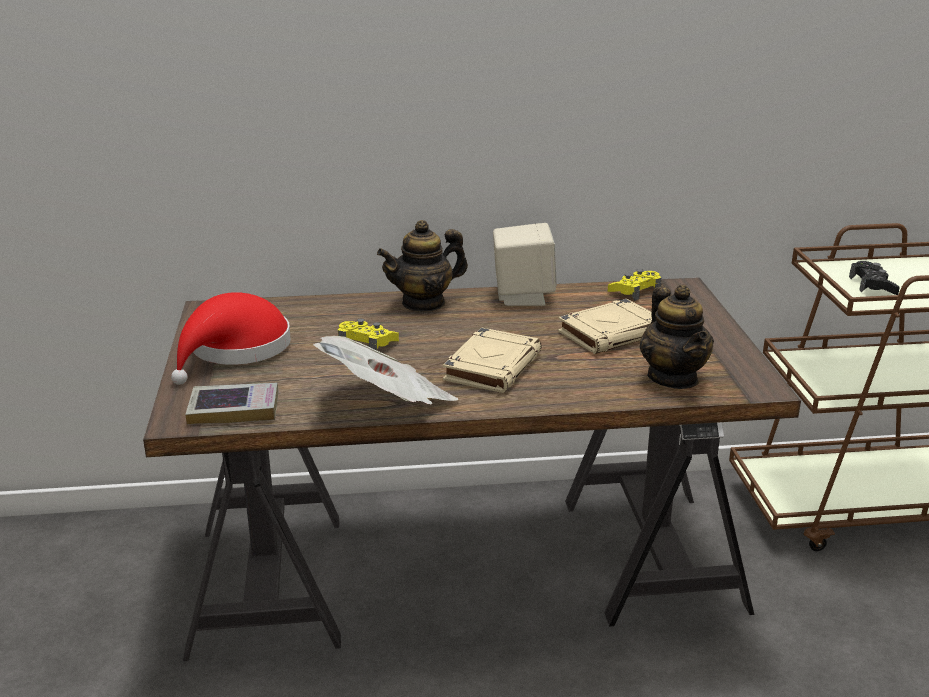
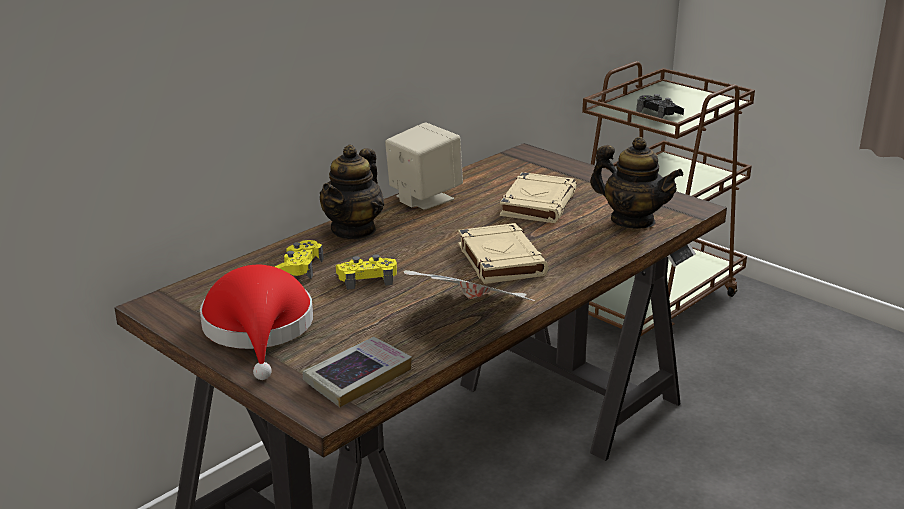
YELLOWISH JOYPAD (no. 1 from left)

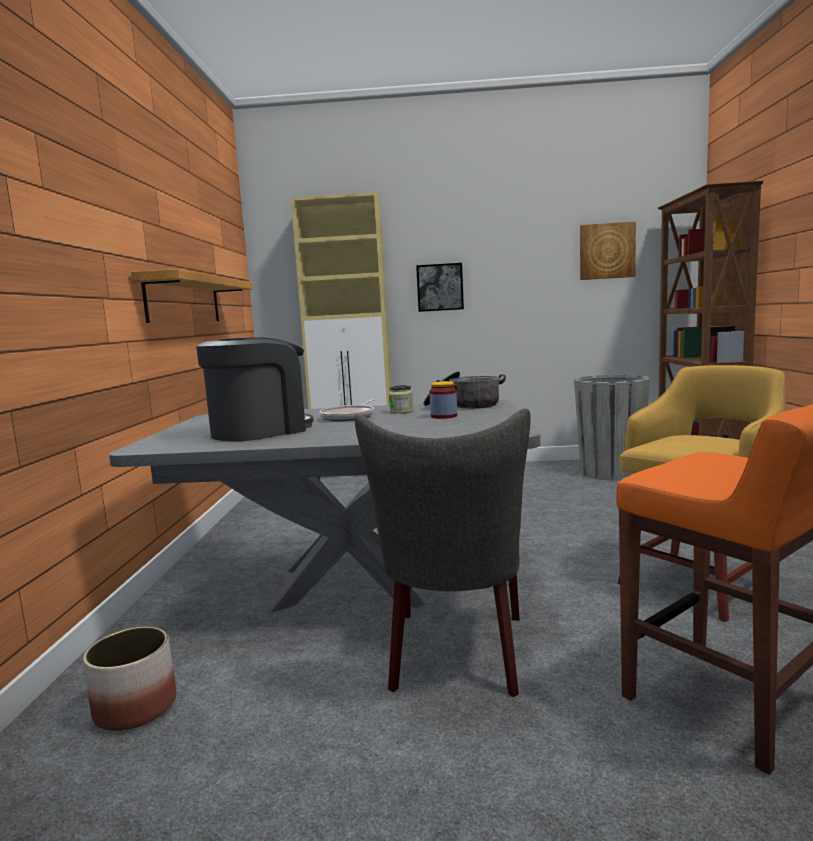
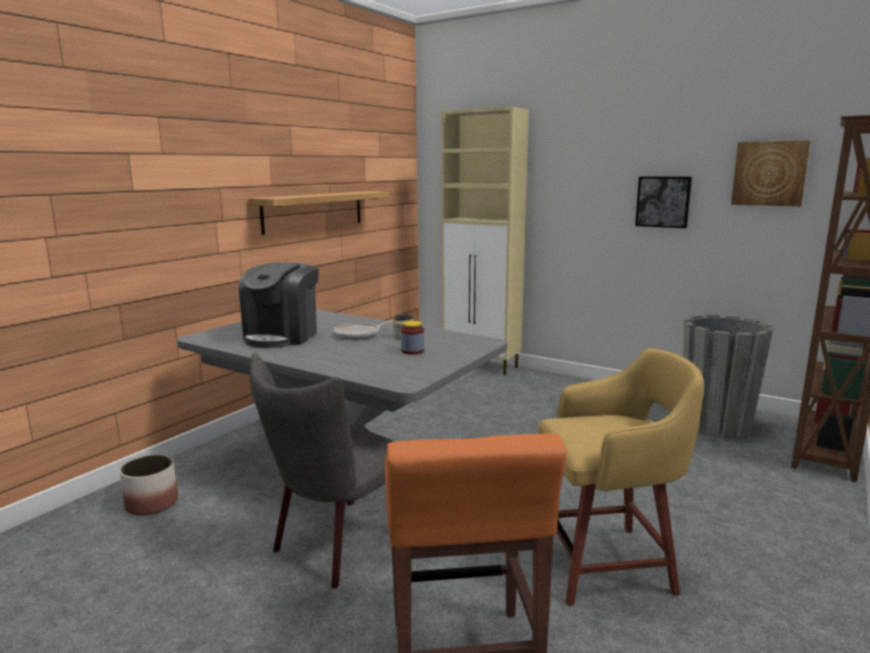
COFFEE MACHINE; WALL PICTURE (no. 1 from left); SAUCEPOT

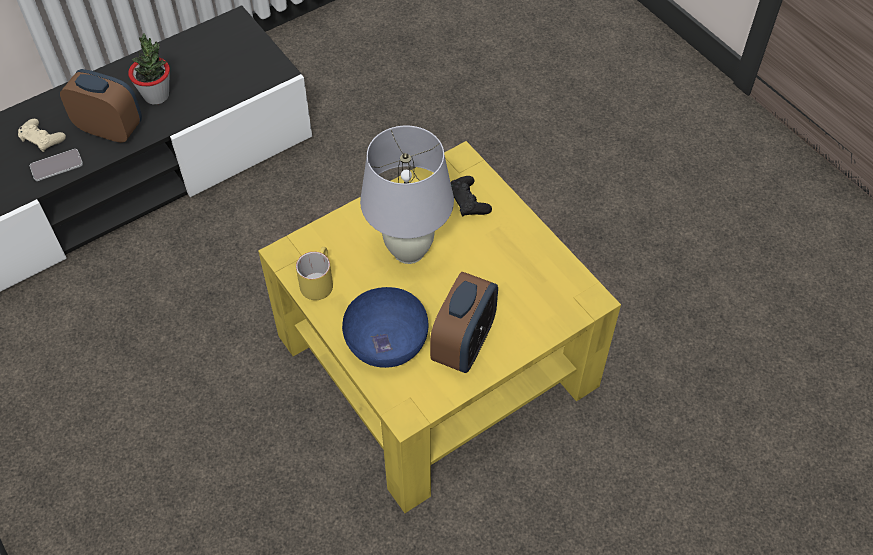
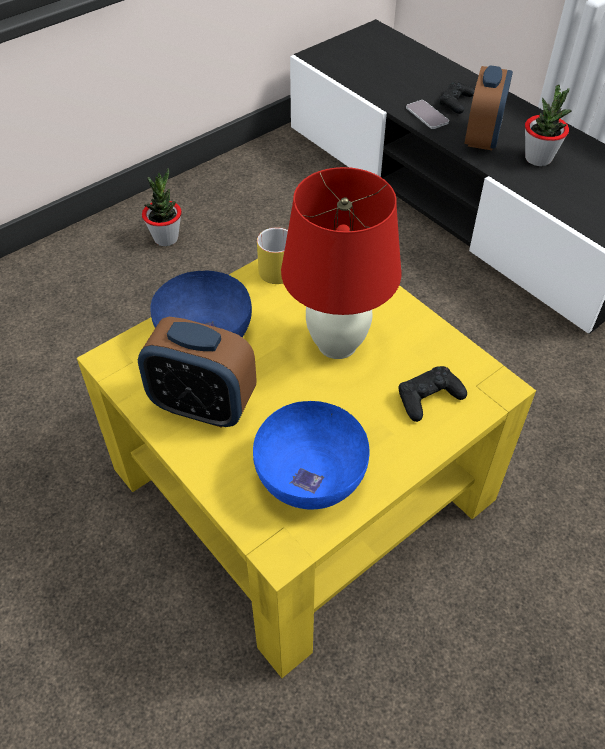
HOUSEPLANT (no. 1 from left); BLUISH DEEP DISH (no. 2 from left); RED TABLE LAMP; BLACK-COLOURED JOYPAD (no. 2 from left)

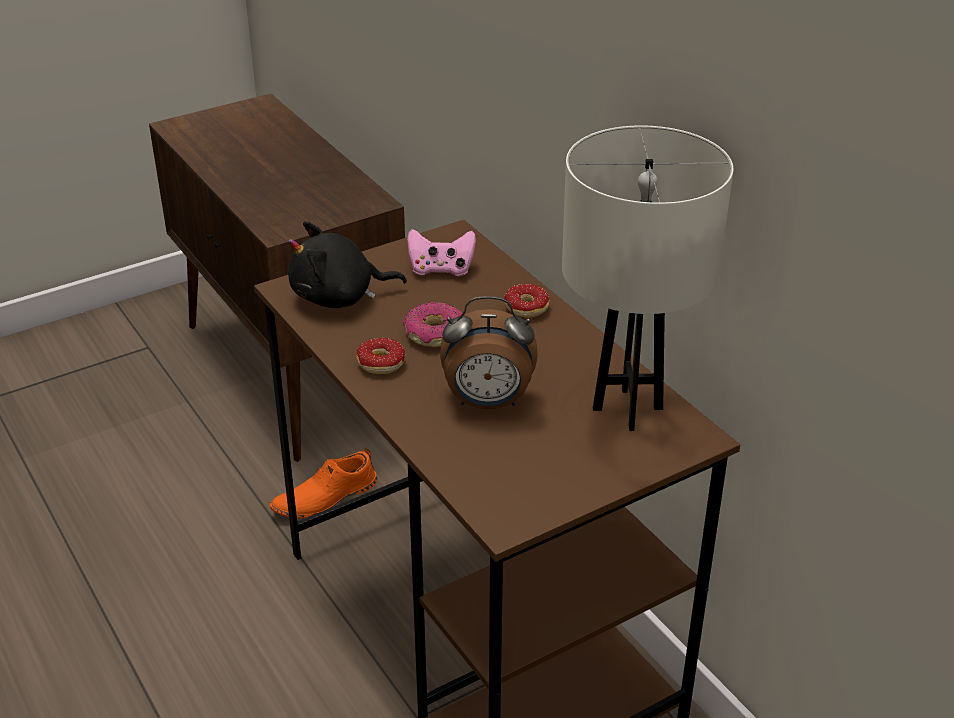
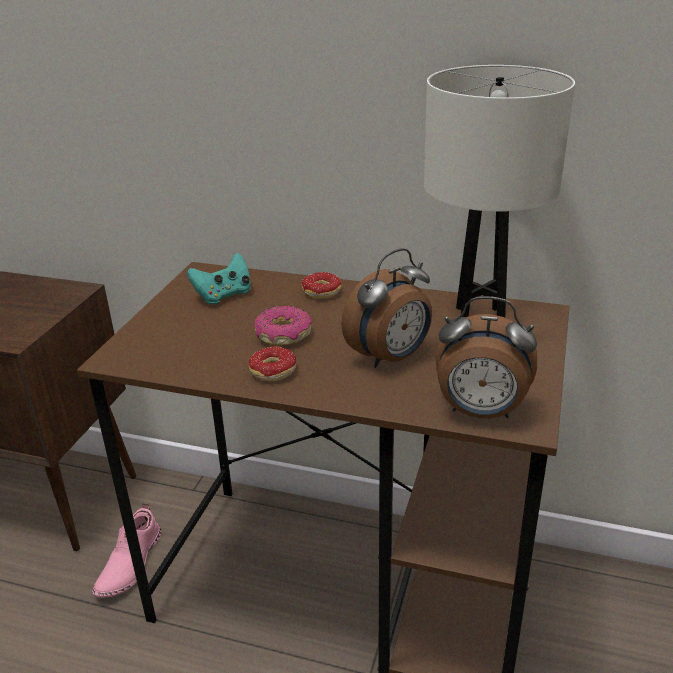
PINK LOW SHOE; TURQUOISE-COLOURED JOYPAD; TABLE CLOCK (no. 2 from left); BLACK-COLOURED PLUSH TOY

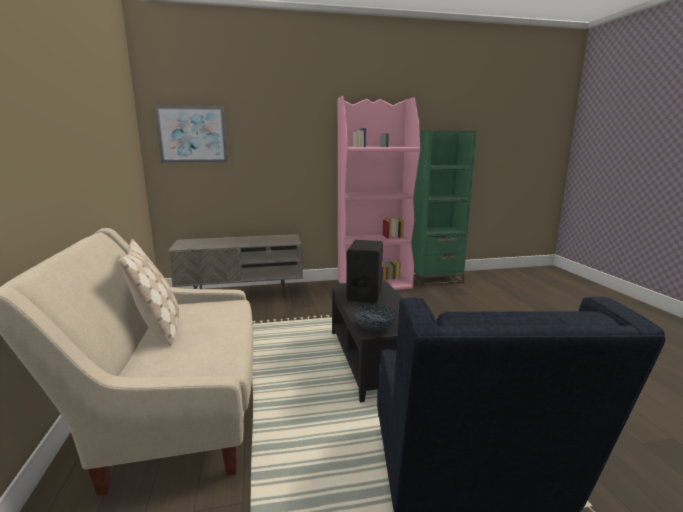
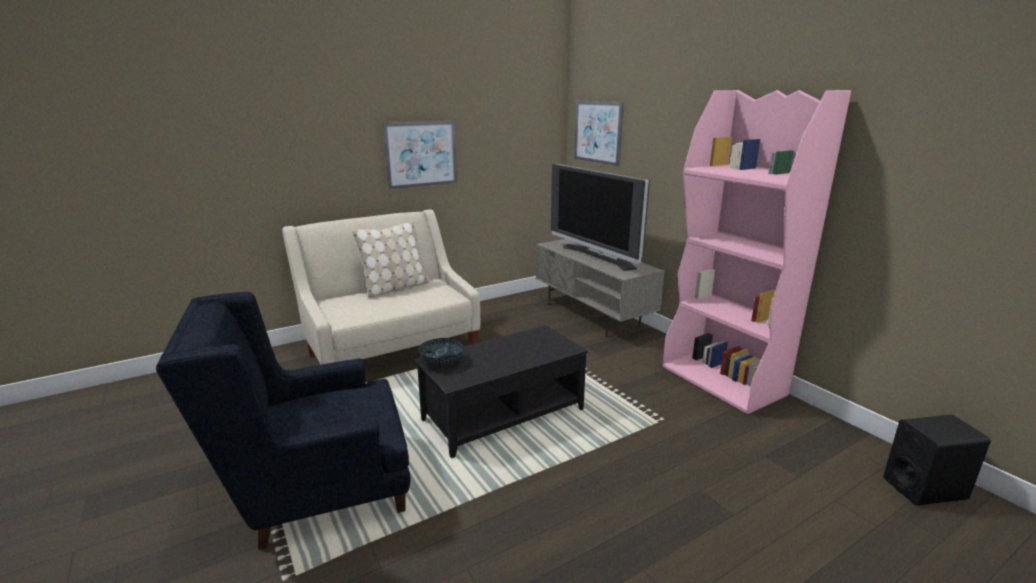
WALL PICTURE (no. 1 from left); TV; BLACK-COLOURED LOUDSPEAKER; GREENISH BOOKCASE

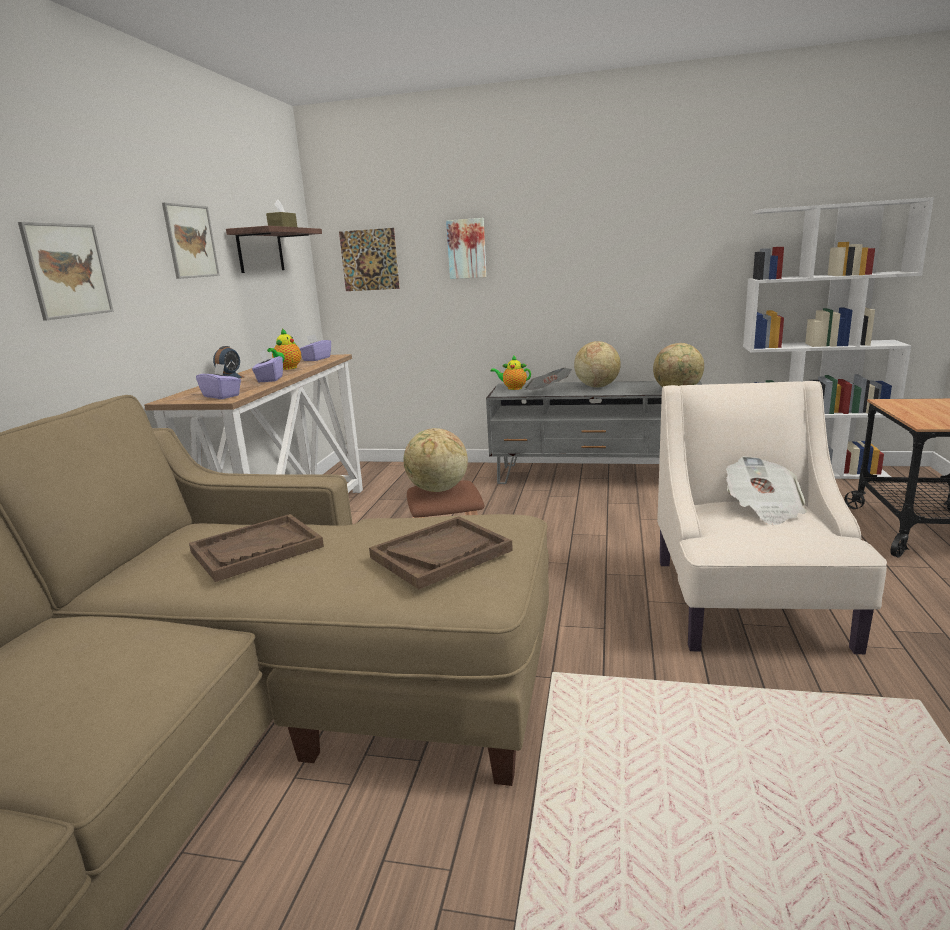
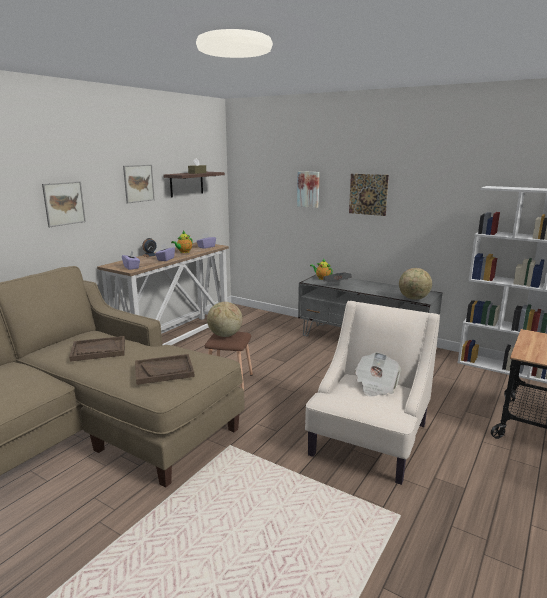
WALL PICTURE (no. 4 from left); GLOBE (no. 2 from left in the first image)

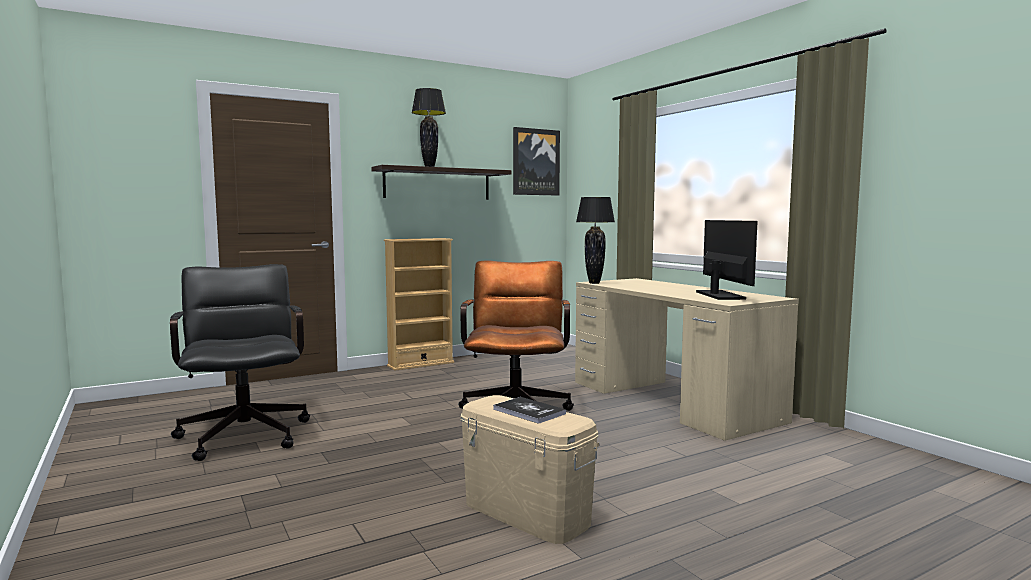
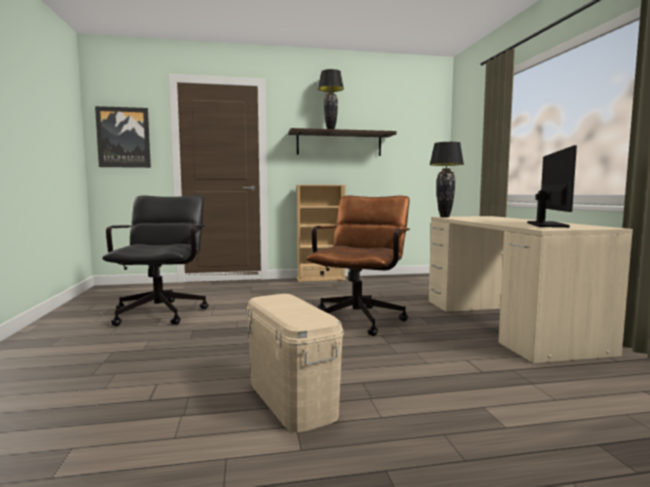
WALL PICTURE; VOLUME

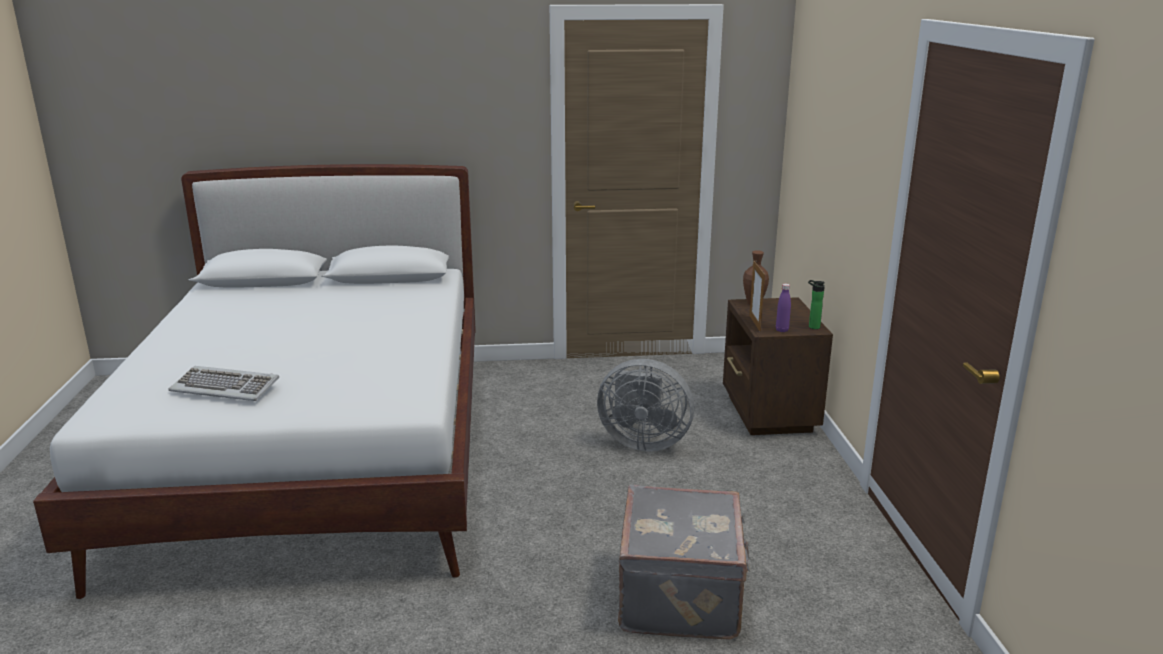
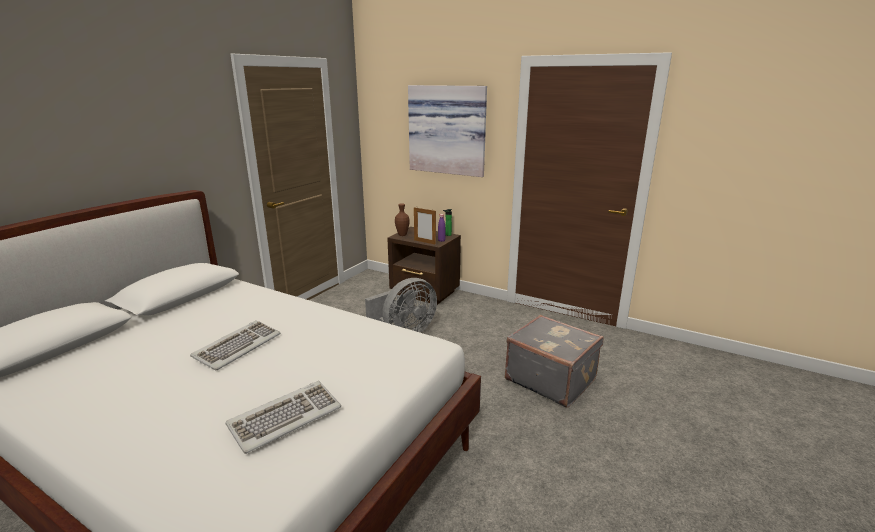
KEYBOARD (no. 1 from left); WALL PICTURE

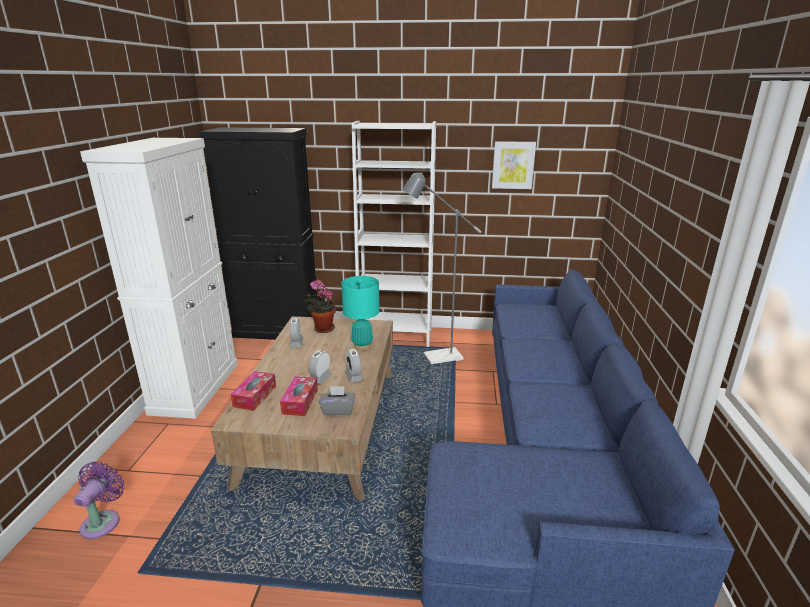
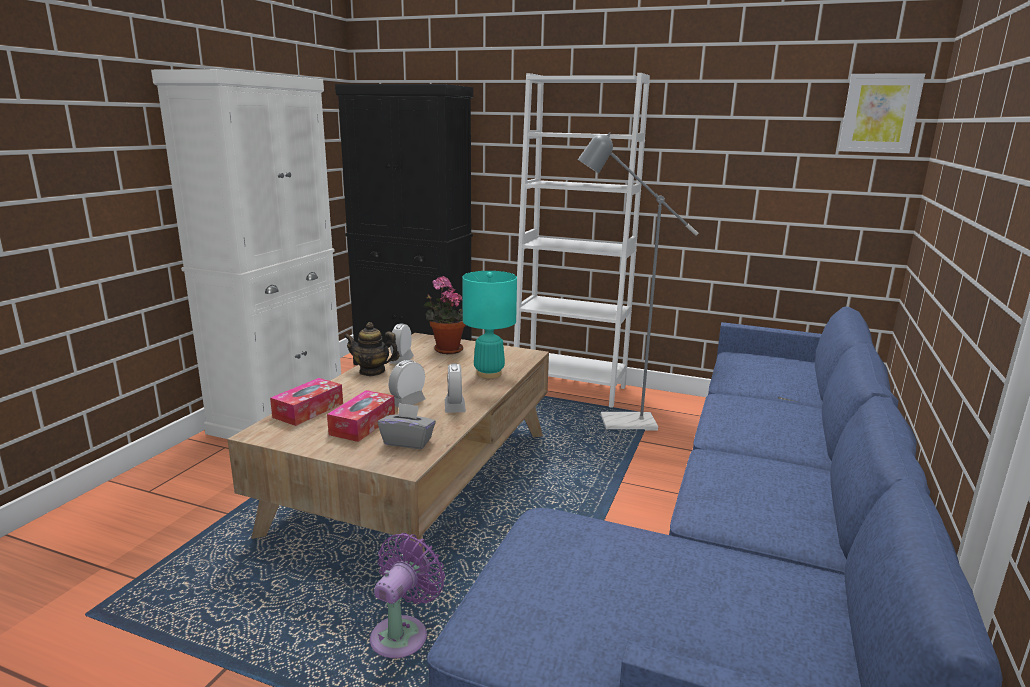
POT FOR TEA; PURPLISH COOLING FAN; WALL PICTURE

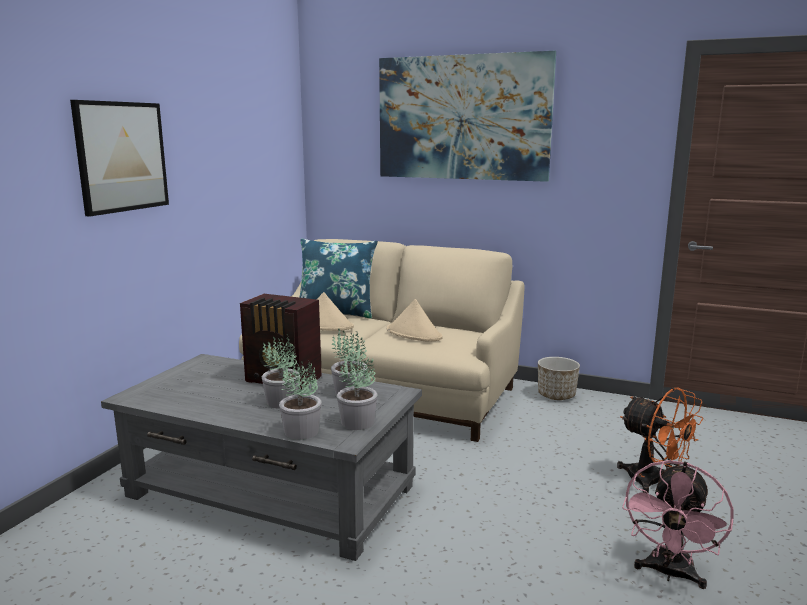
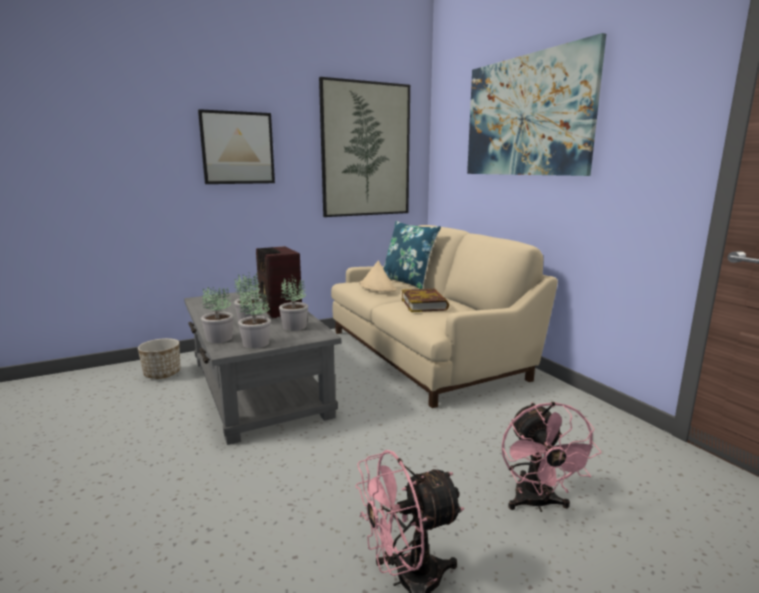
PLANT POT; WALL PICTURE (no. 2 from left); VOLUME; PINK COOLING FAN (no. 2 from left)

